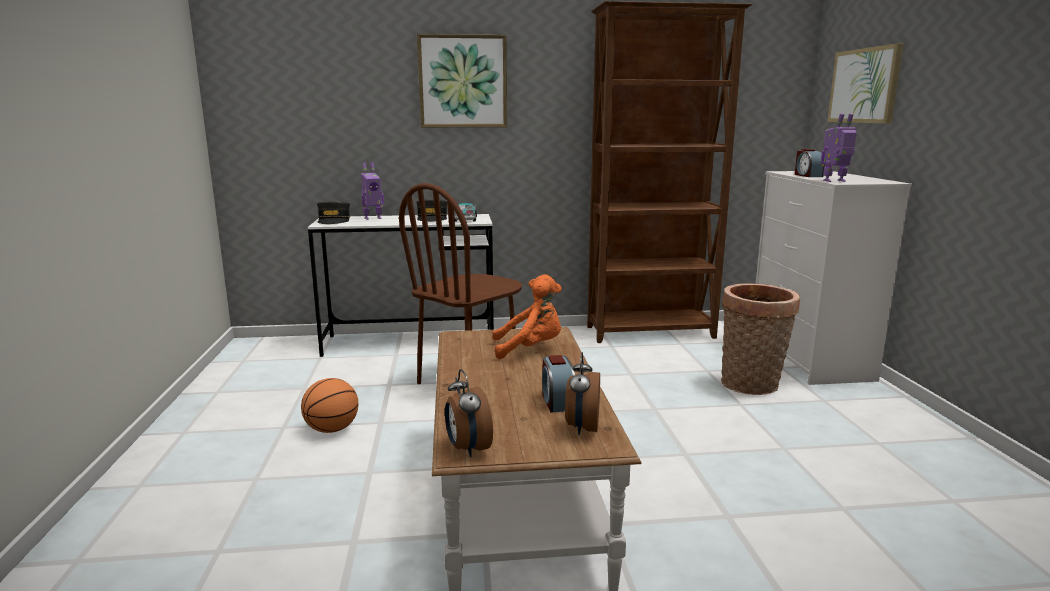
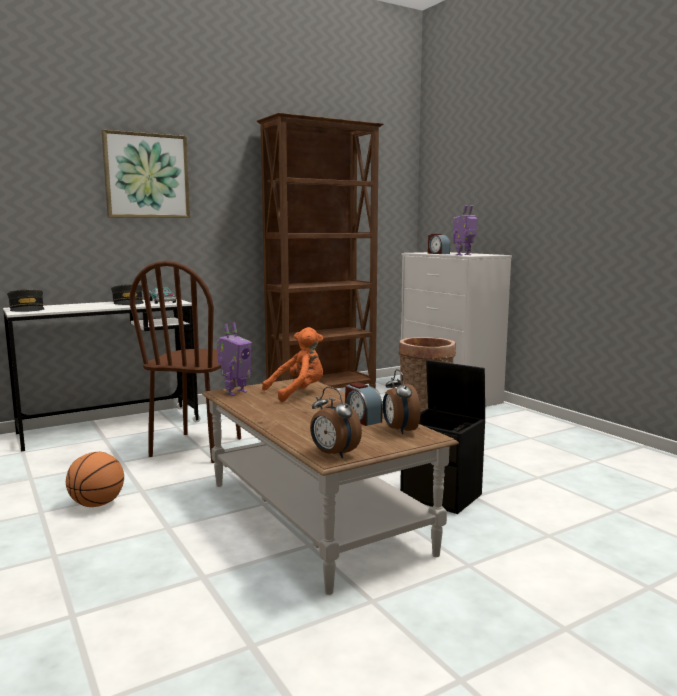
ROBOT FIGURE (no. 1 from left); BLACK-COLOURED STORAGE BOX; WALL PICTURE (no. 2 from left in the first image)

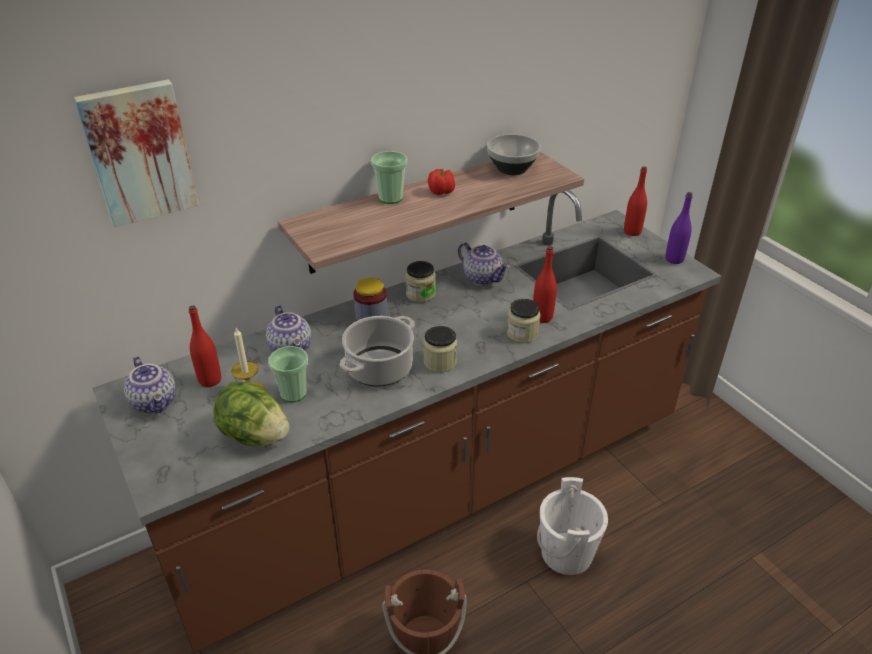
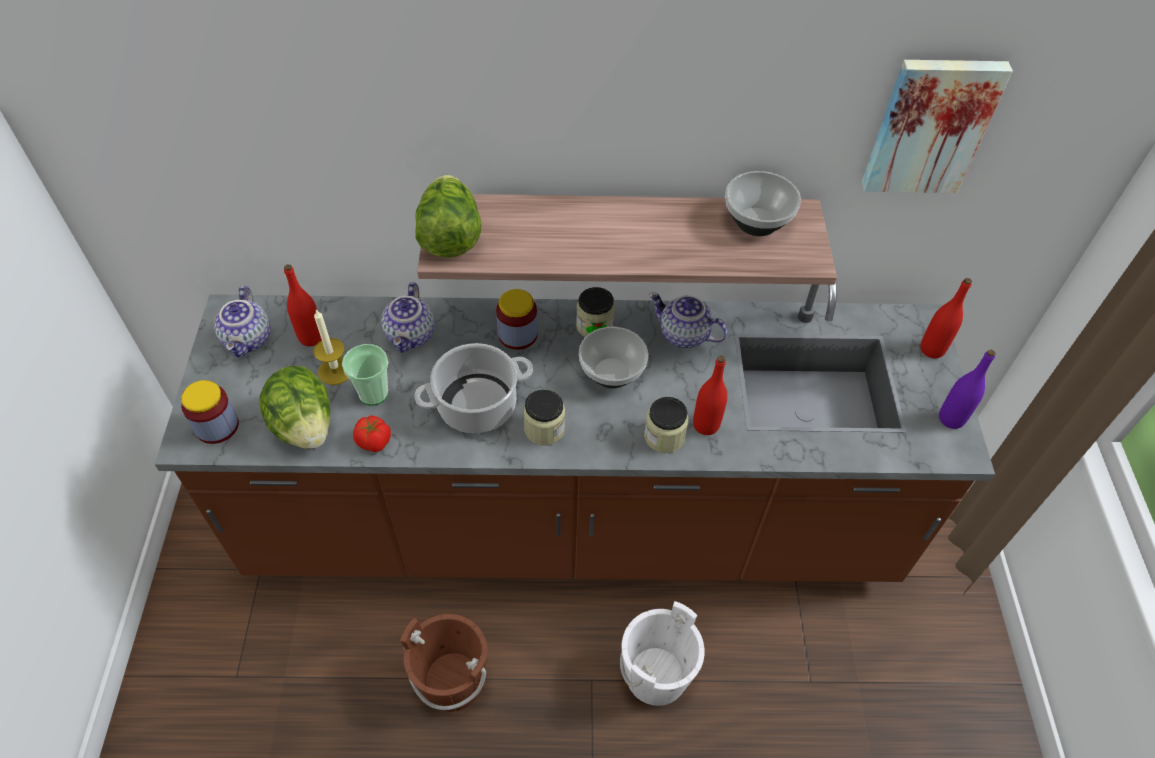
STORAGE JAR (no. 1 from left); FRESH TOMATO; LETTUCE HEAD (no. 2 from left); DEEP DISH (no. 1 from left); POT FOR TEA (no. 3 from left); WALL PICTURE; DRINKING CUP (no. 2 from left in the first image)

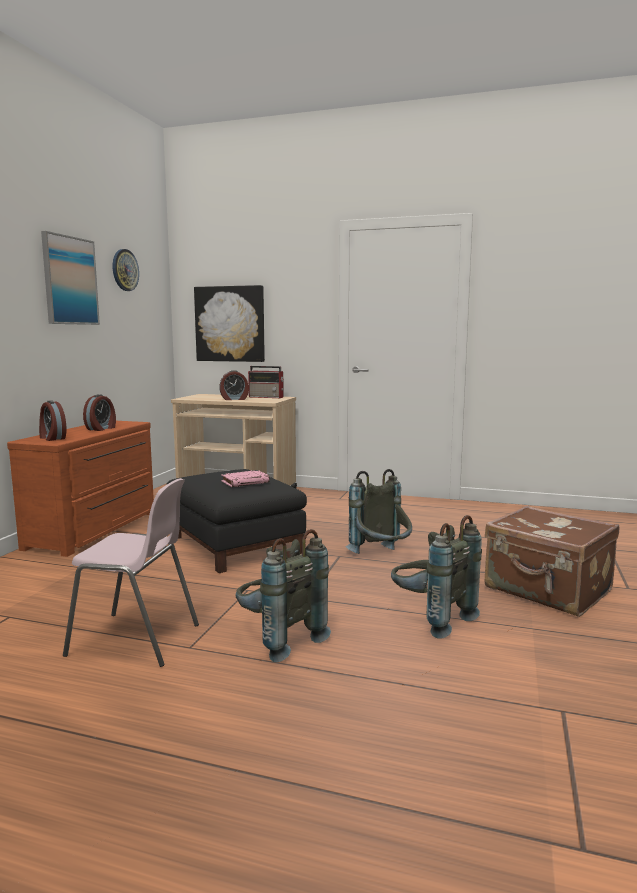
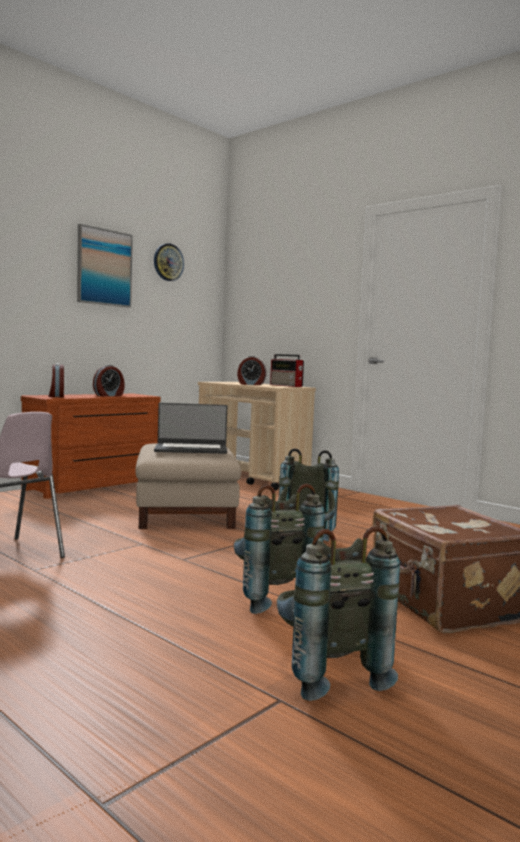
BEIGE-COLOURED OTTOMAN; NOTEBOOK COMPUTER; GREYISH RUCKSACK (no. 3 from left); WALL PICTURE (no. 2 from left in the first image)

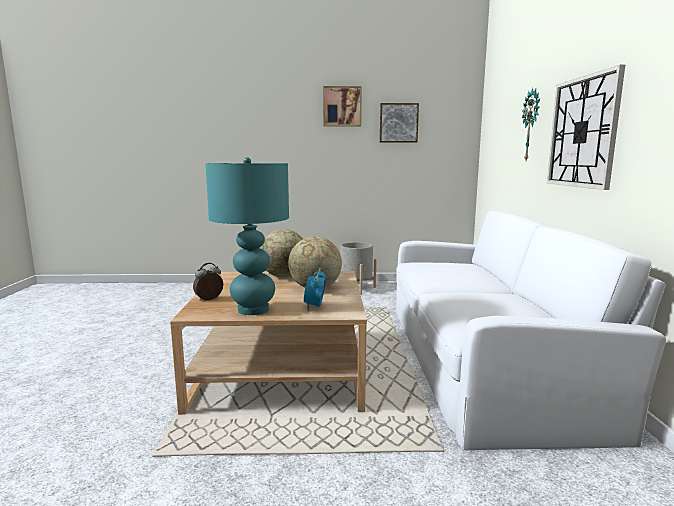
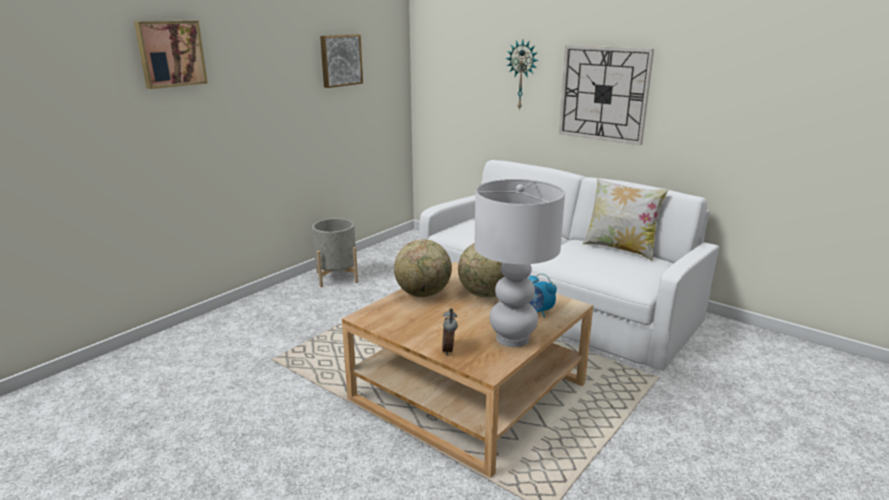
WALL PICTURE (no. 1 from left); WHITE-COLOURED TABLE LAMP; PILLOW

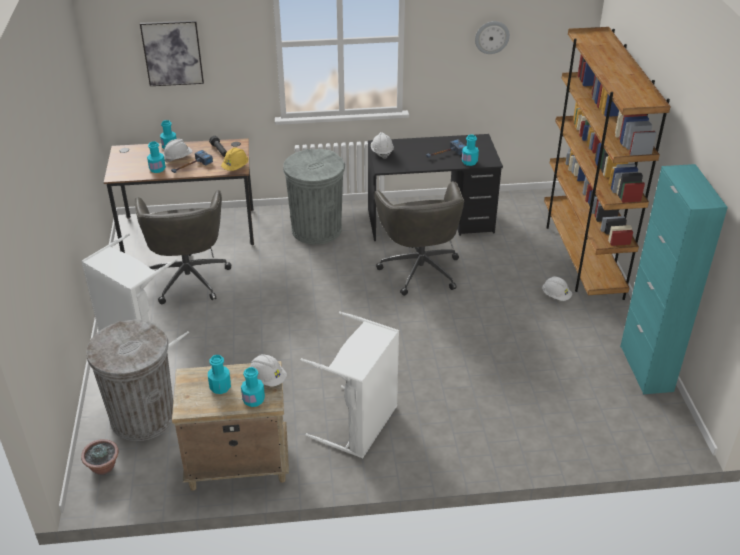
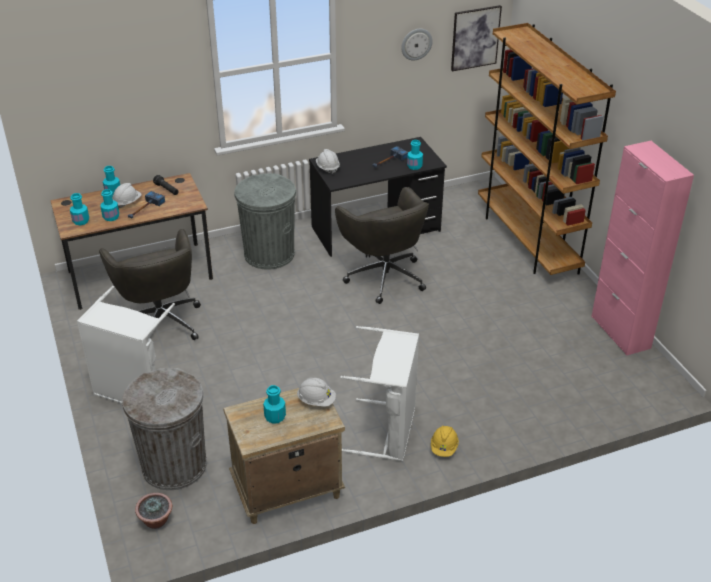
TURQUOISE-COLOURED BOTTLE (no. 1 from left); YELLOWISH HARD HAT; WALL PICTURE; PINK CABINET; WHITE-COLOURED HARD HAT (no. 4 from left in the first image)

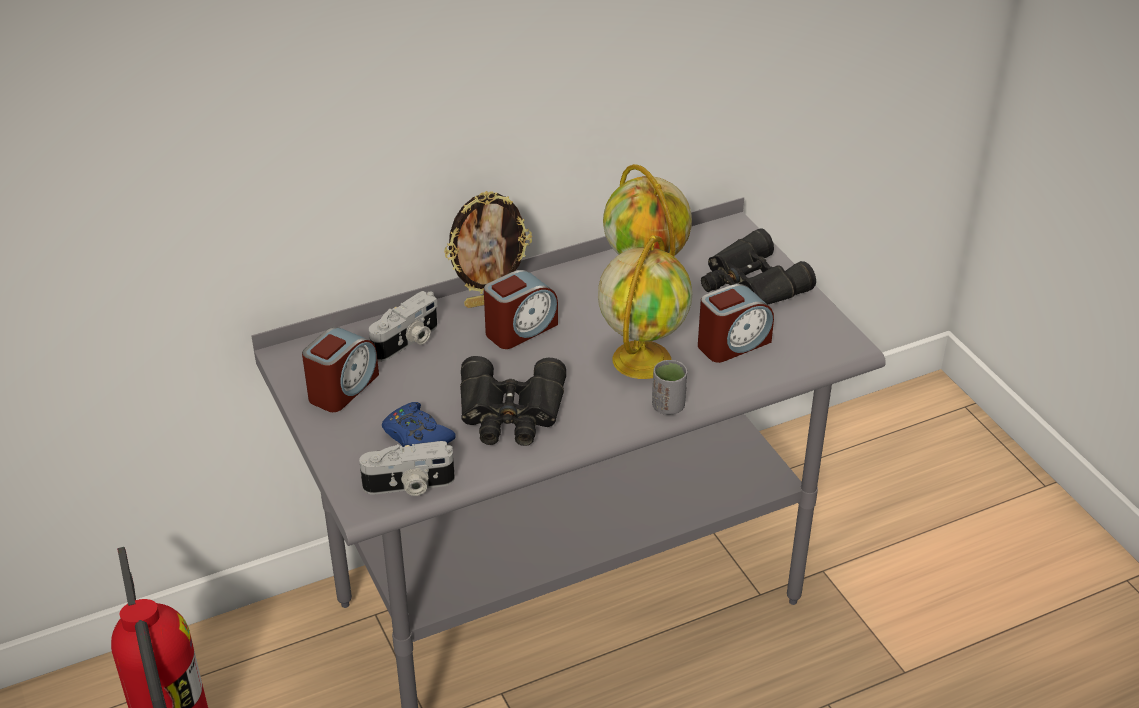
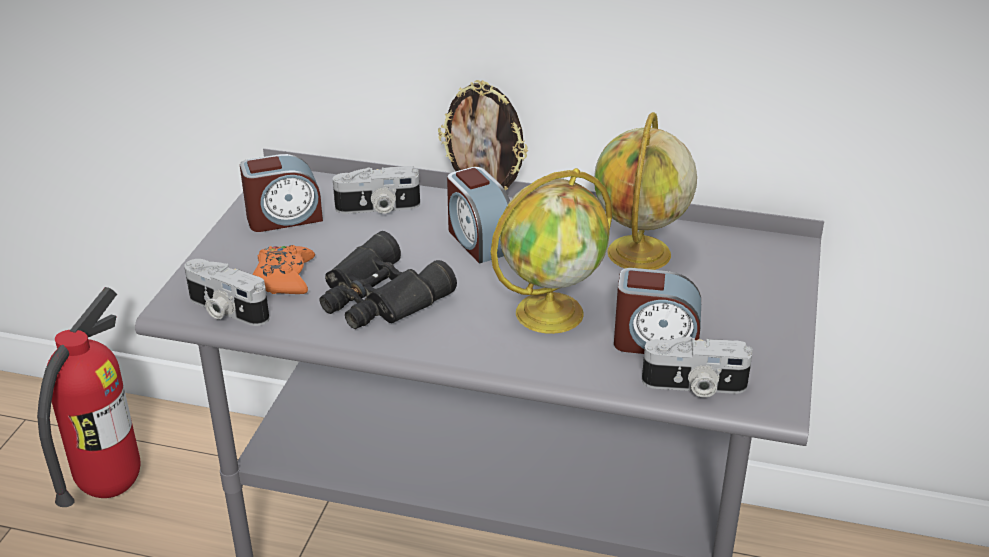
ORANGEY JOYPAD; TABLE CLOCK (no. 2 from left); PHOTO CAMERA (no. 3 from left); GREYISH DRINKING CUP; BLACK-COLOURED FIELD GLASSES (no. 2 from left in the first image)

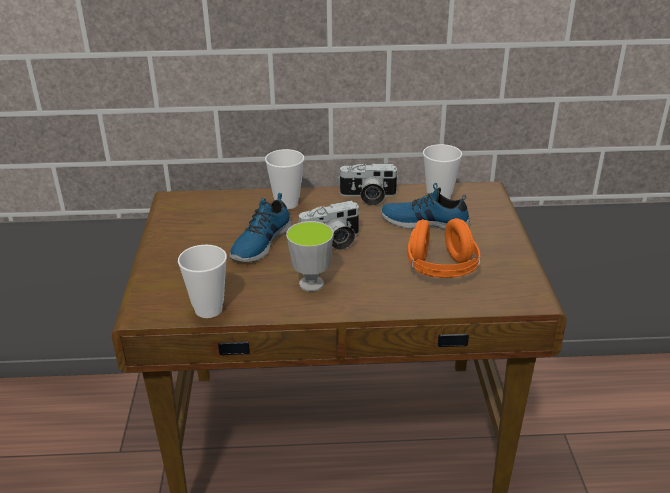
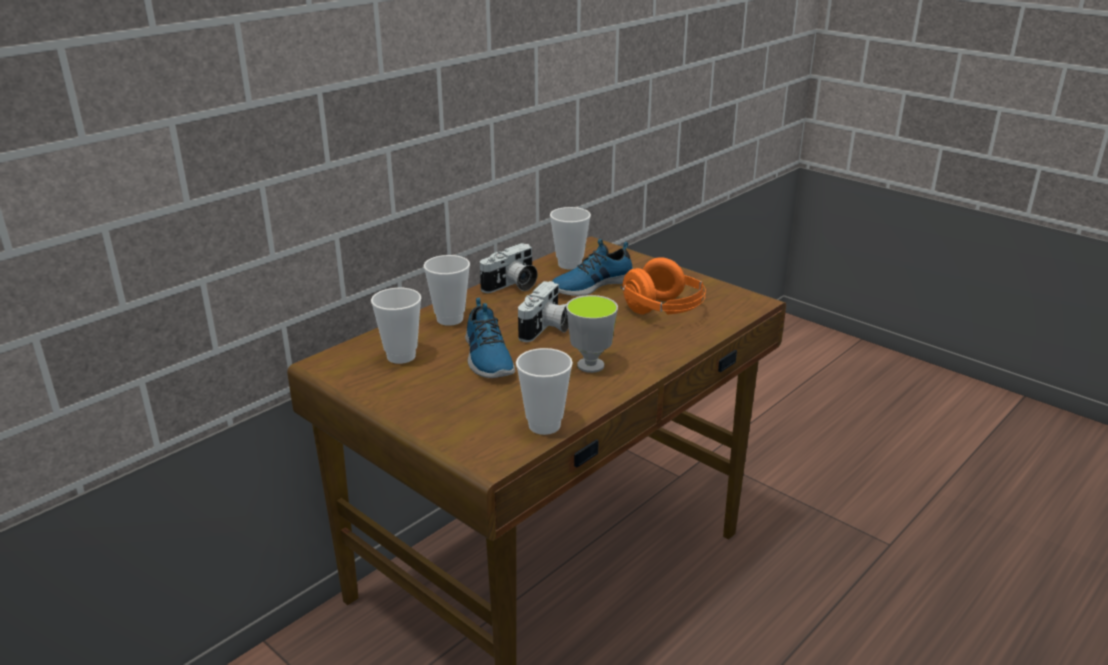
DRINKING CUP (no. 1 from left)

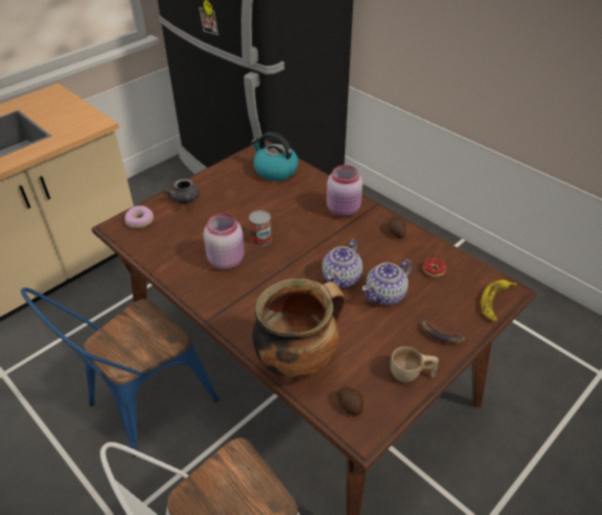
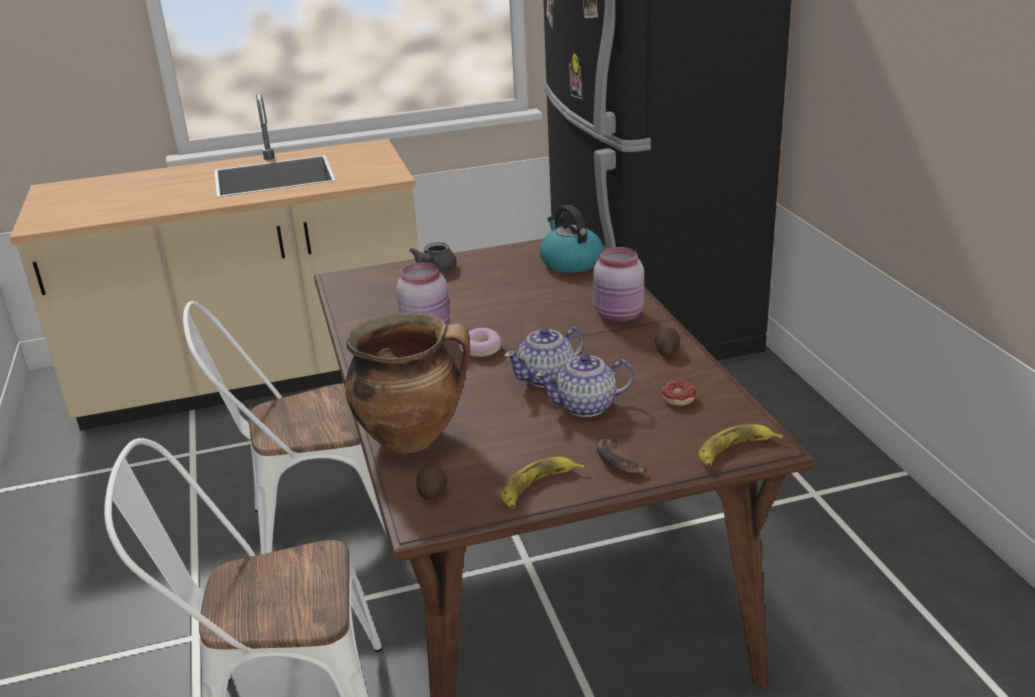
WHITE-COLOURED PLAIN CHAIR (no. 2 from left); DOUGHNUT (no. 1 from left); BANANA FRUIT (no. 1 from left); CAN

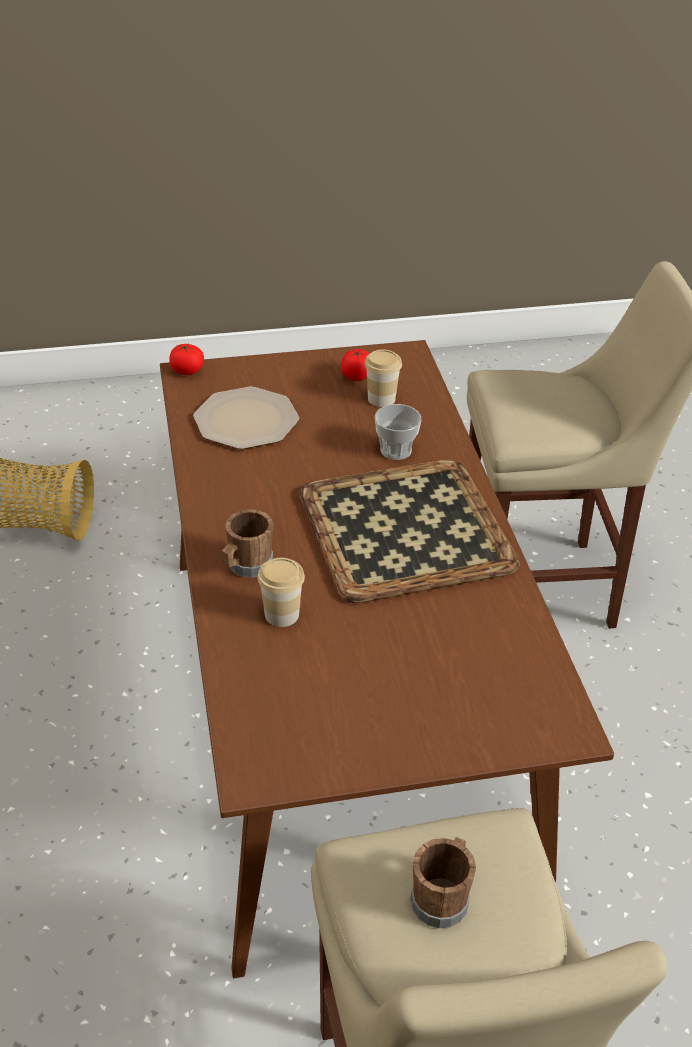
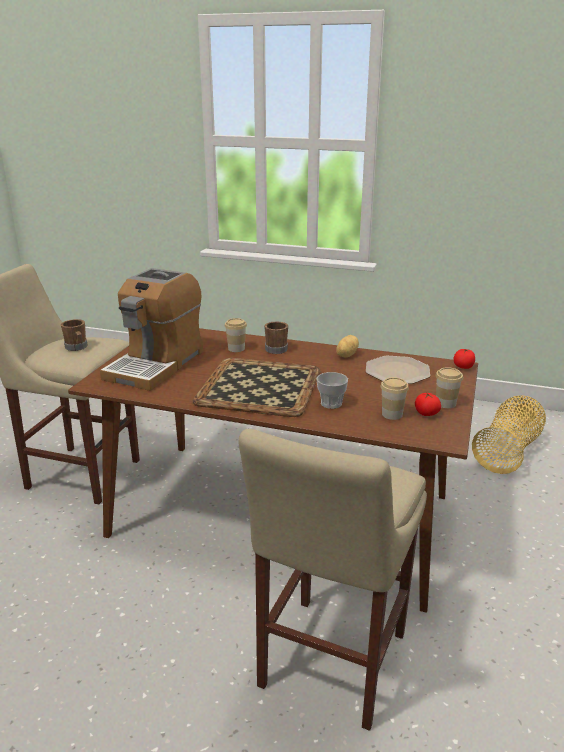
COFFEE MACHINE; SPUD; DRINKING CUP (no. 4 from left)

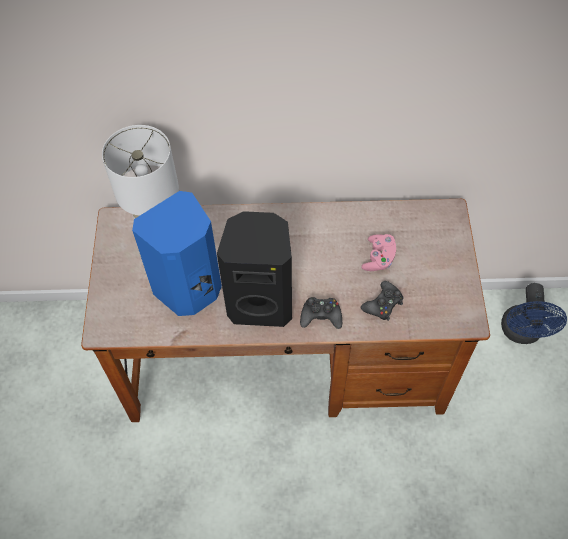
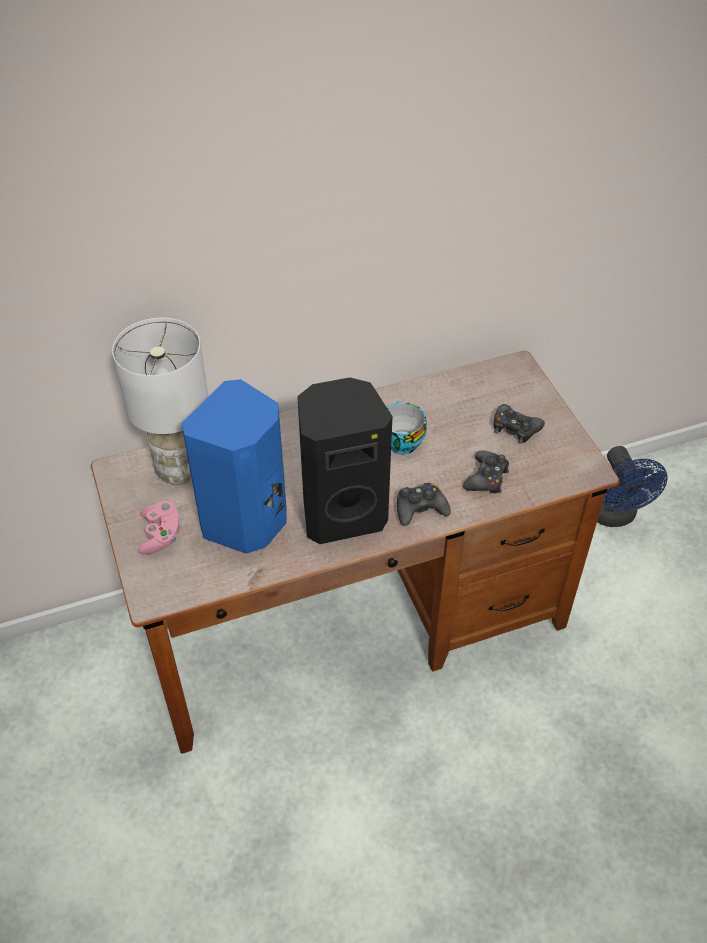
PINK JOYPAD; DRINKING CUP; BLACK-COLOURED JOYPAD (no. 3 from left)

